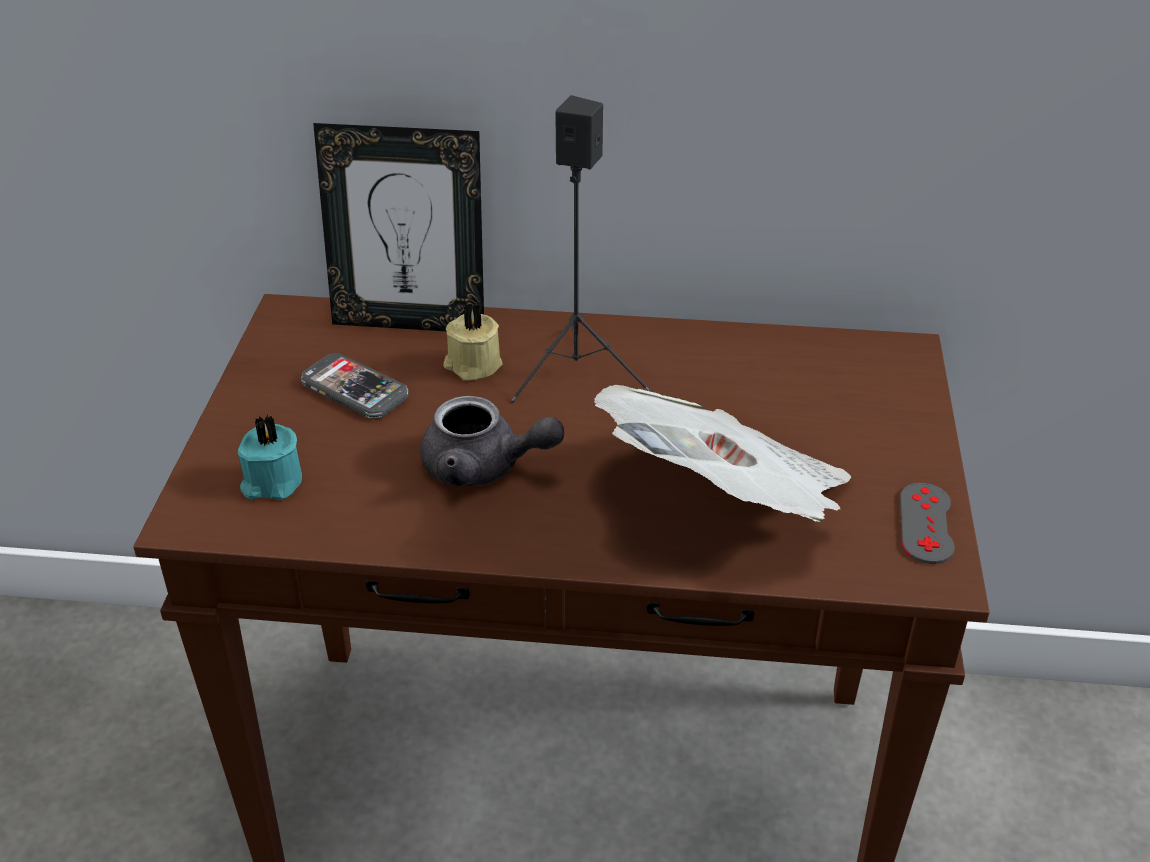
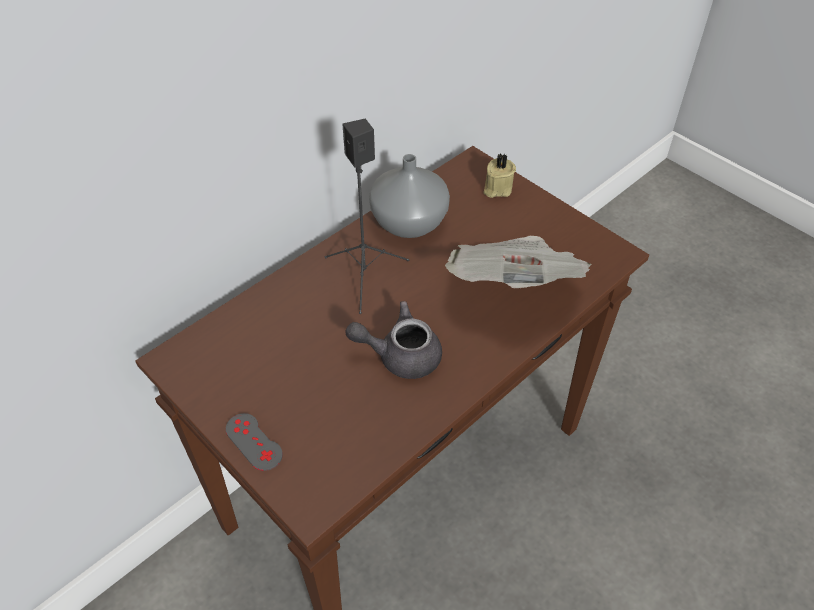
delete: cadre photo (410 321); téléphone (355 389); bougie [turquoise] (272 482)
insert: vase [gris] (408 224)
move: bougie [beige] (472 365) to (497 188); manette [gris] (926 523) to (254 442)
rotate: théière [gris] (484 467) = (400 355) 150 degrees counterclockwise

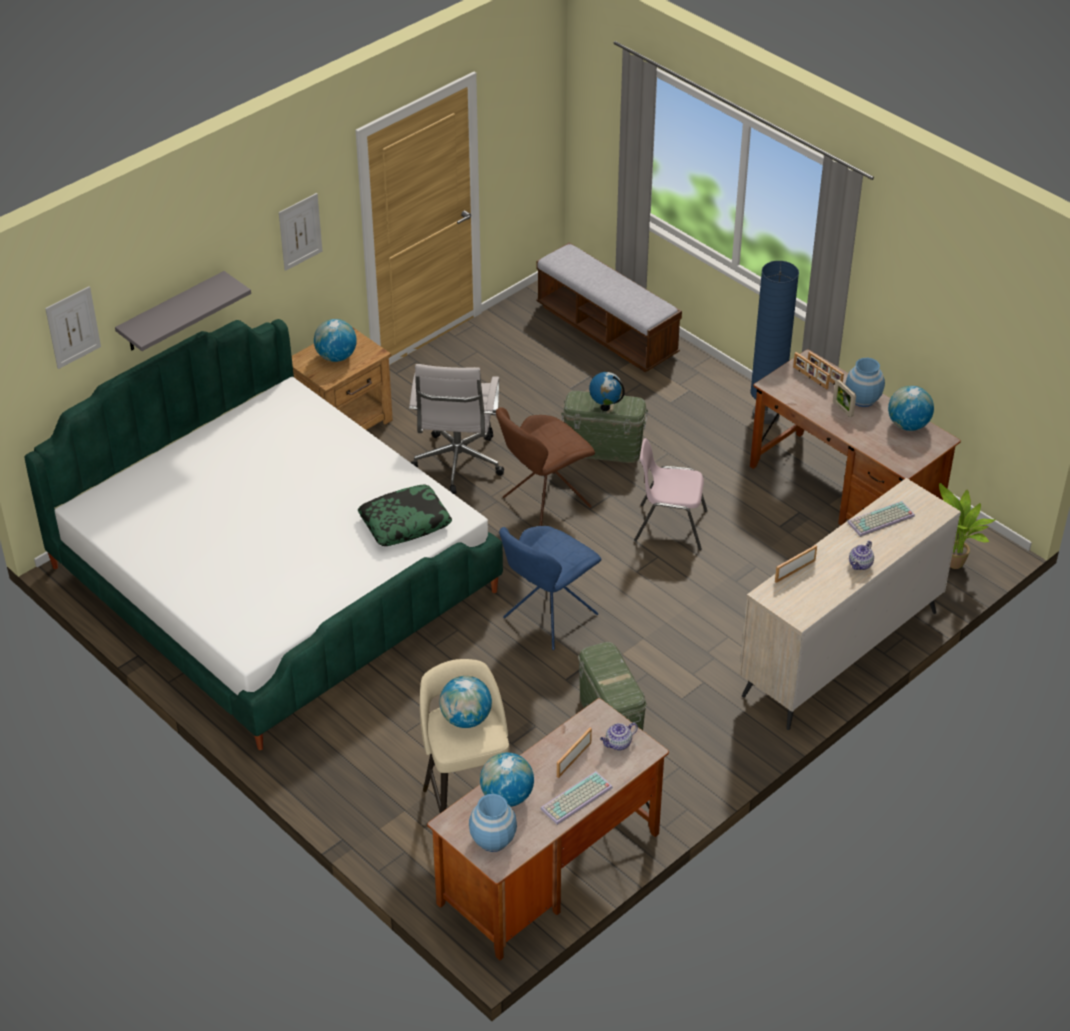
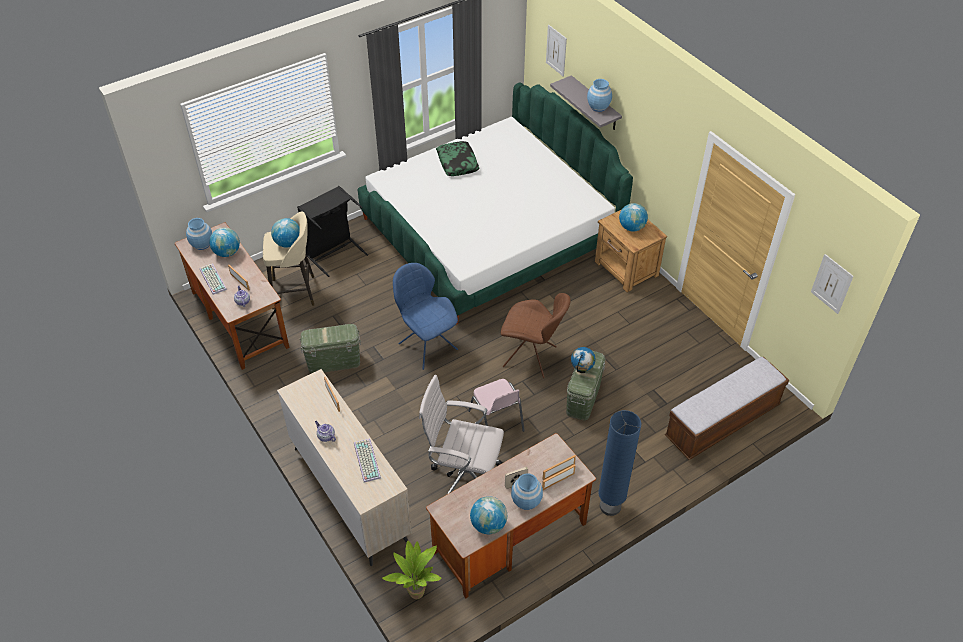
insert: vase [bleu] (598 107); panier à linge [noir] (333 252)
move: tableau (300 231) to (831 284); chaise de bureau [blanc] (457 466) to (463 475); coussin (405 522) to (457 163)
rotate: chaise [marron] (543 503) = (532 357) 135 degrees clockwise; chaise [rose] (669 526) = (496 421) 135 degrees clockwise

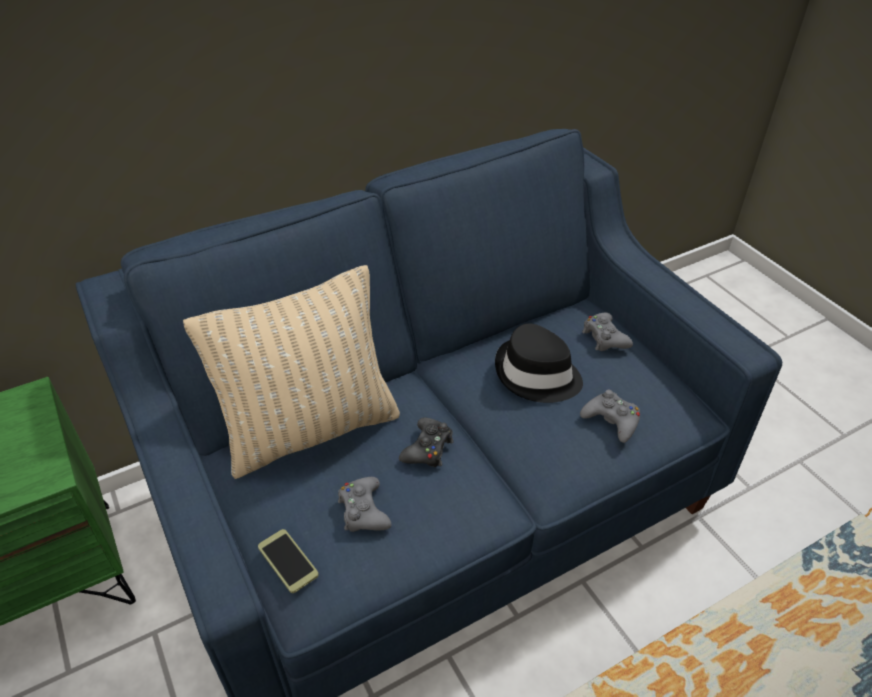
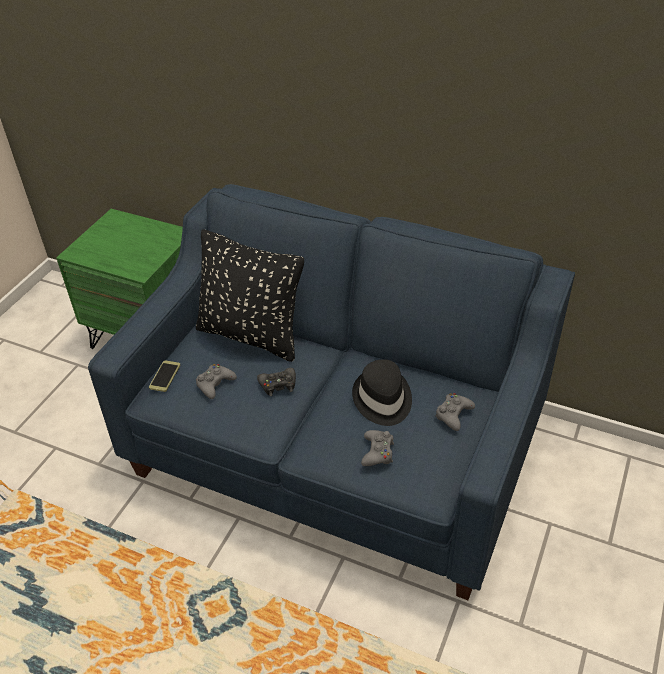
recolor: coussin [beige] (311 430) to coussin [noir] (251 335)

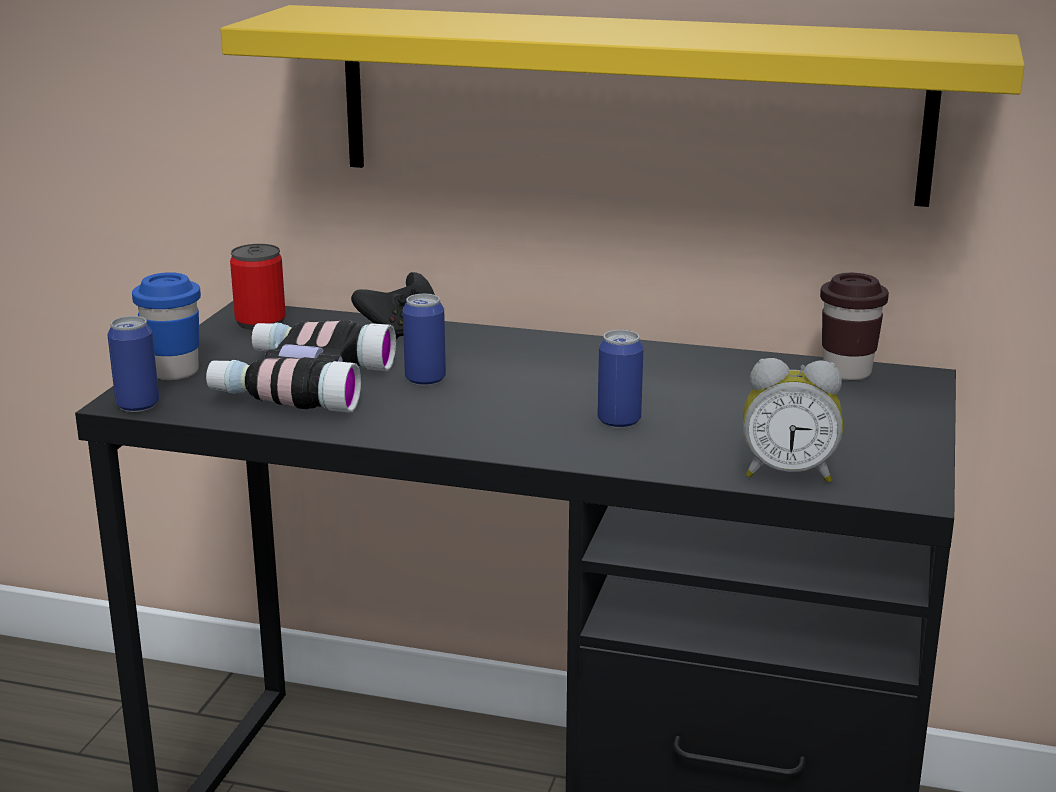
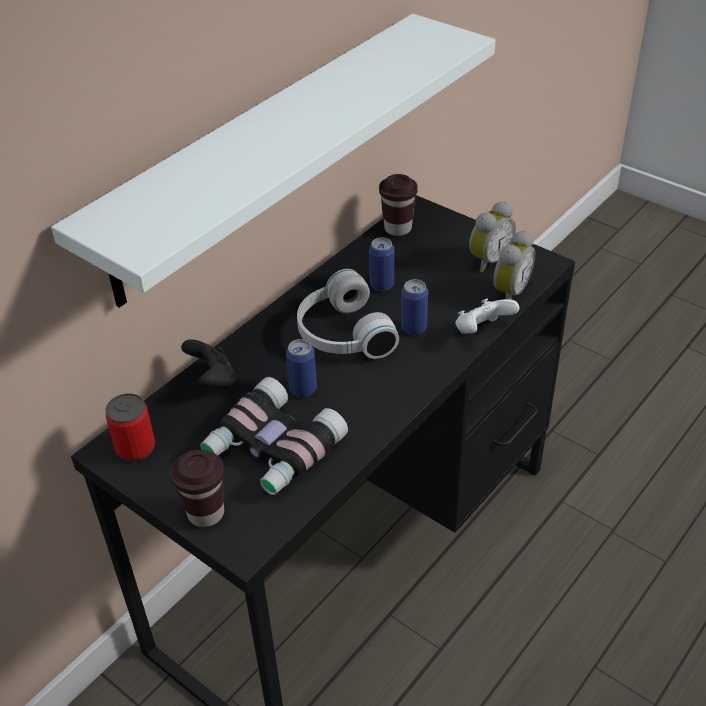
insert: réveil (487 260); casque audio [blanc] (341 334); manette [blanc] (482 331)
move: boîte métallique (138 405) to (382 285)
recolor: étagère [jaune] (628 103) to étagère [blanc] (263 155); tasse [bleu] (174 372) to tasse [marron] (206 513)

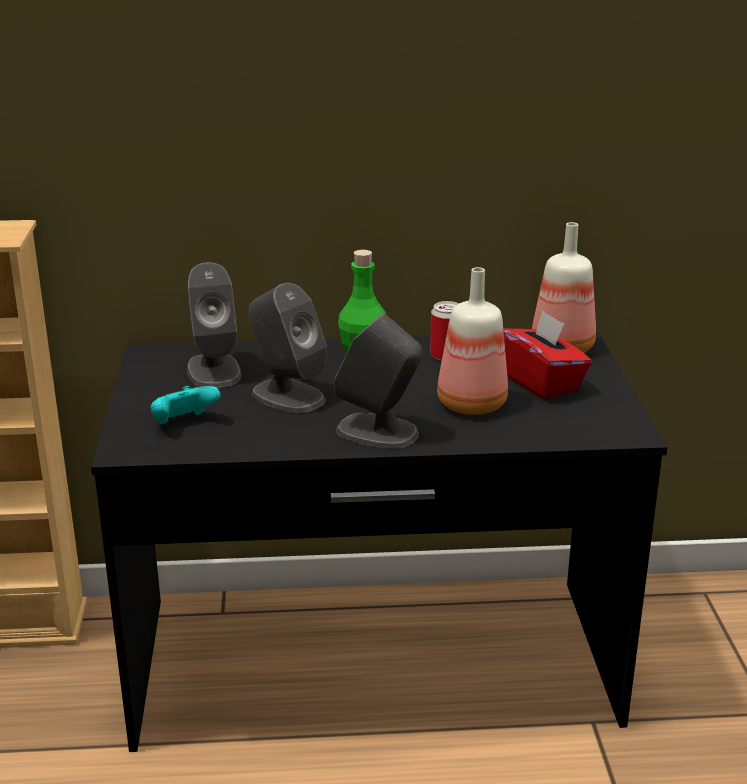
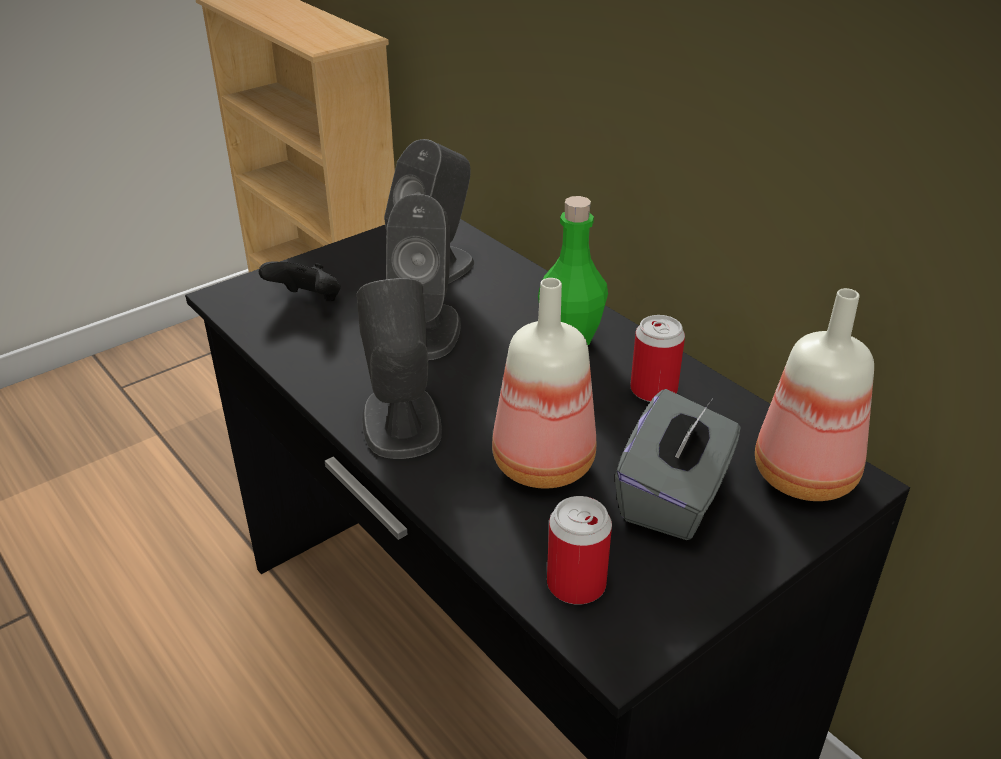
insert: boîte métallique (576 584)
recolor: boîte à mouchoirs [rouge] (540 382) to boîte à mouchoirs [gris] (674 497); manette [turquoise] (184 423) to manette [noir] (307 301)

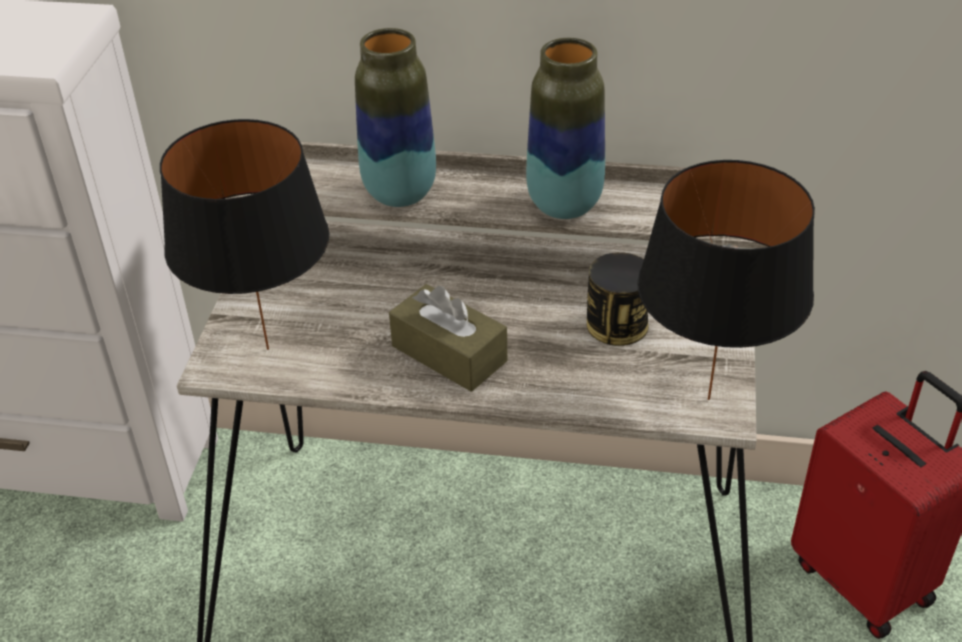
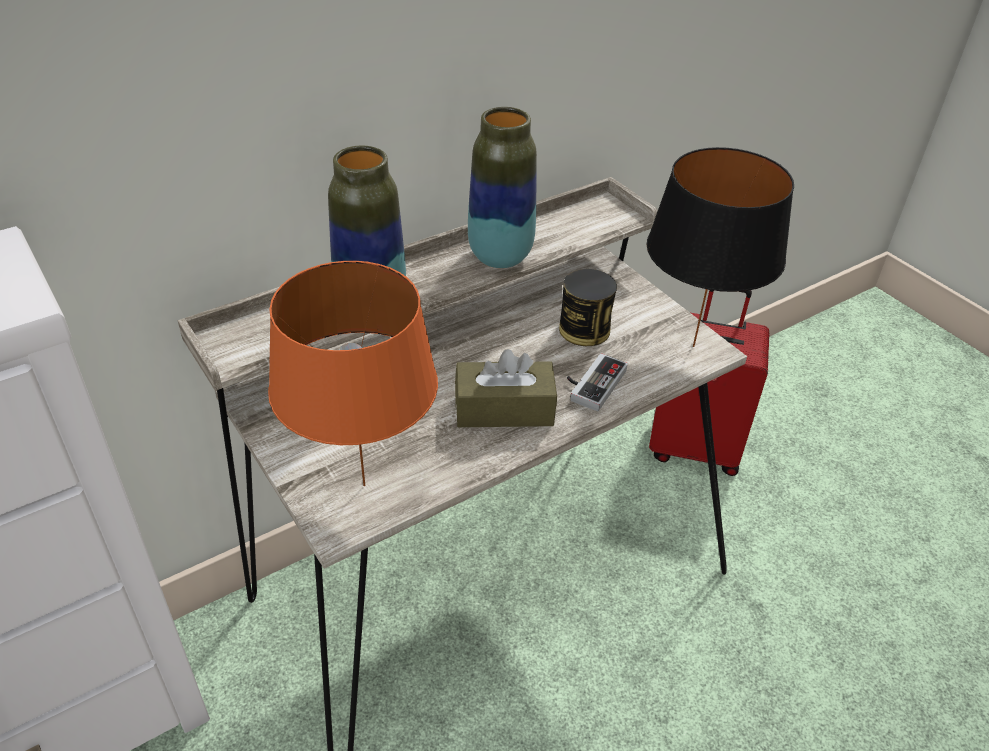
insert: manette (591 383)
recolor: lampe de table [noir] (269 349) to lampe de table [orange] (366 485)

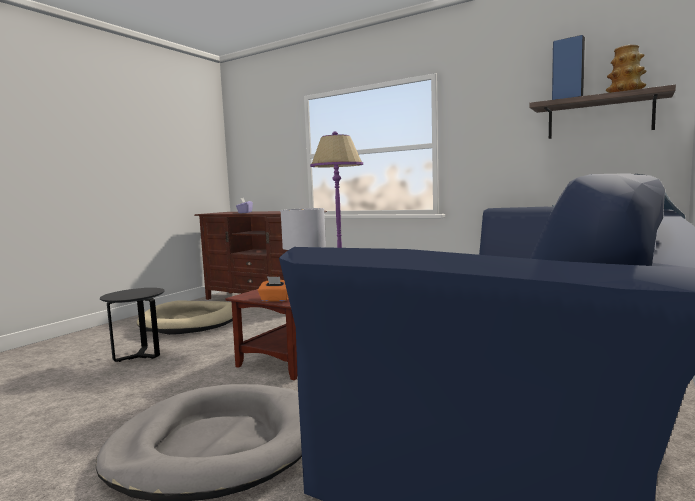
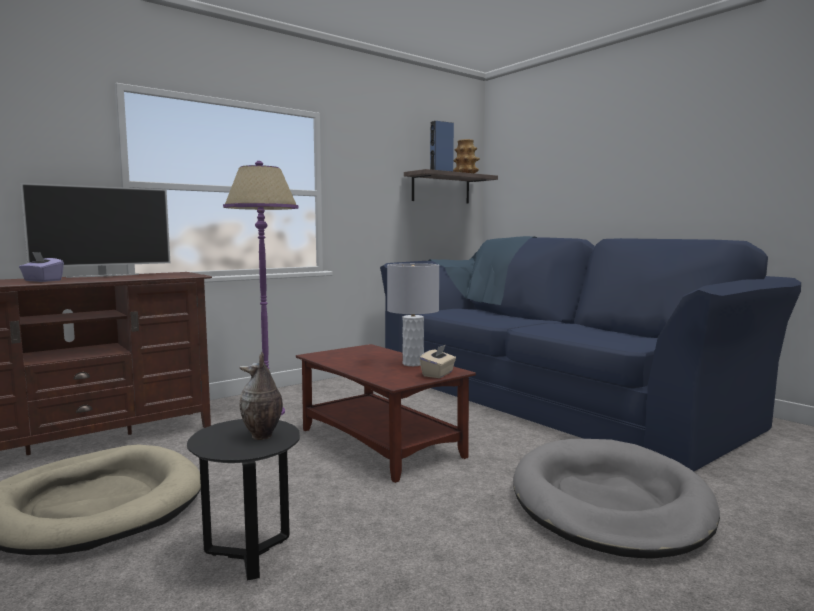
insert: téléviseur (103 276); vase (262 436)
recolor: boîte à mouchoirs [orange] (276 300) to boîte à mouchoirs [beige] (438 374)

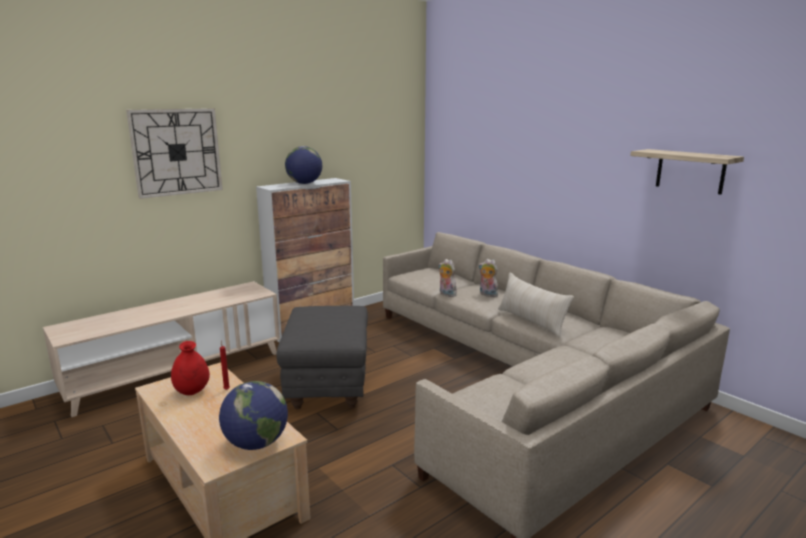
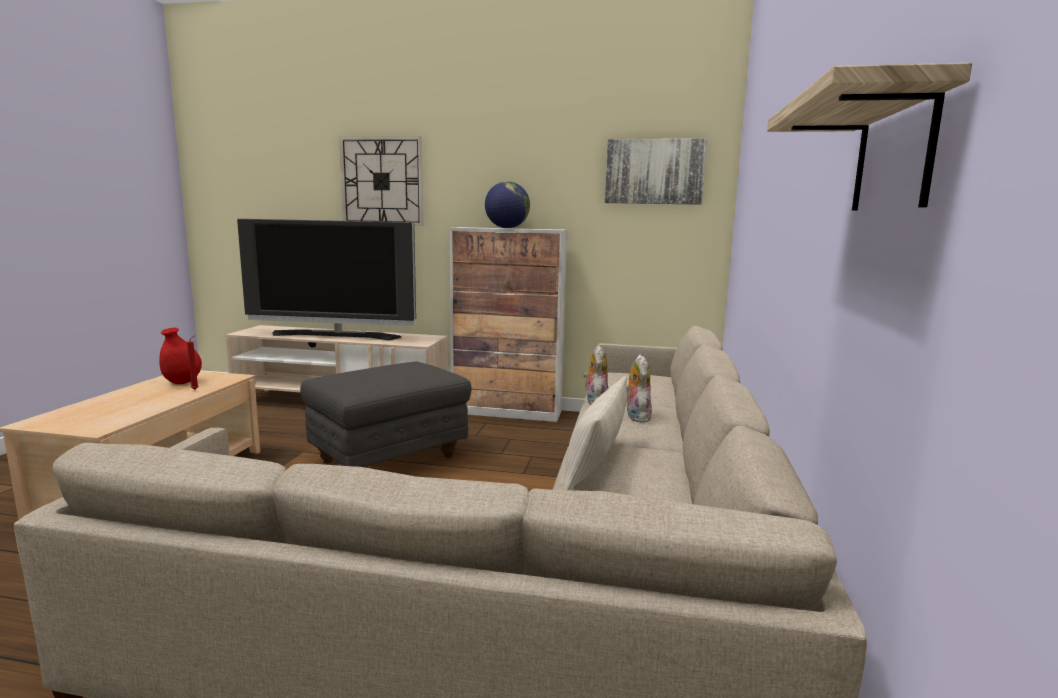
delete: globe (256 443)
insert: tableau (654 172); téléviseur (336 335)

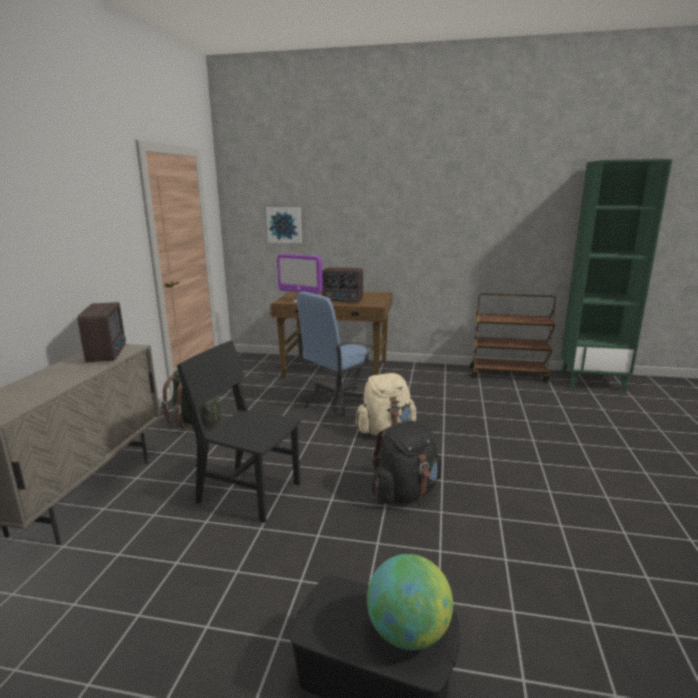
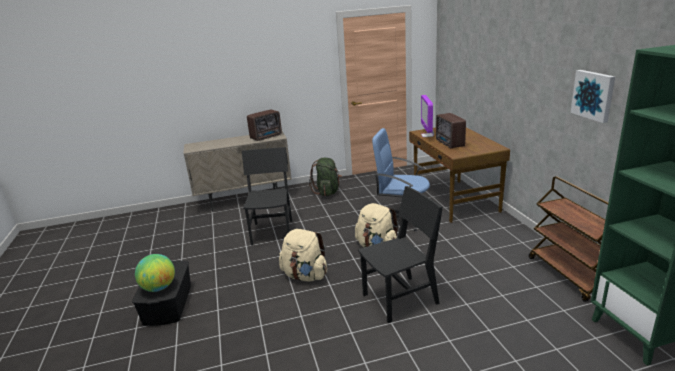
insert: chaise [noir] (400 299)
move: tableau (284 225) to (593 95)
recolor: sac à dos [noir] (405 493) to sac à dos [beige] (305 276)

